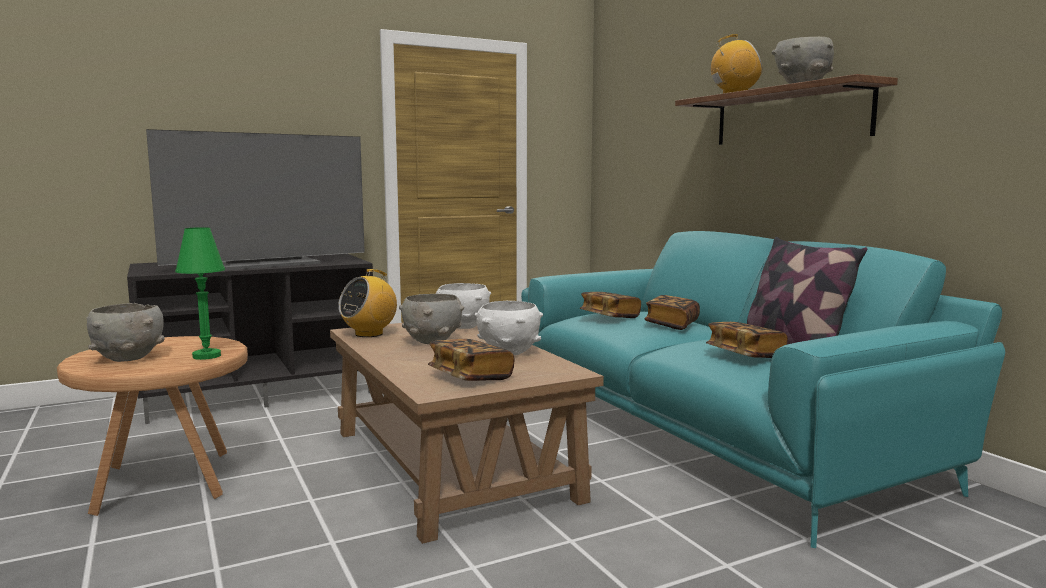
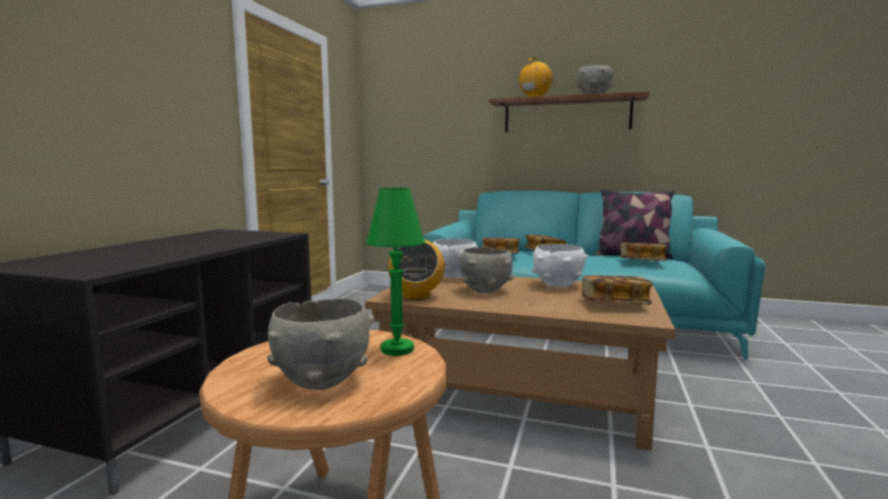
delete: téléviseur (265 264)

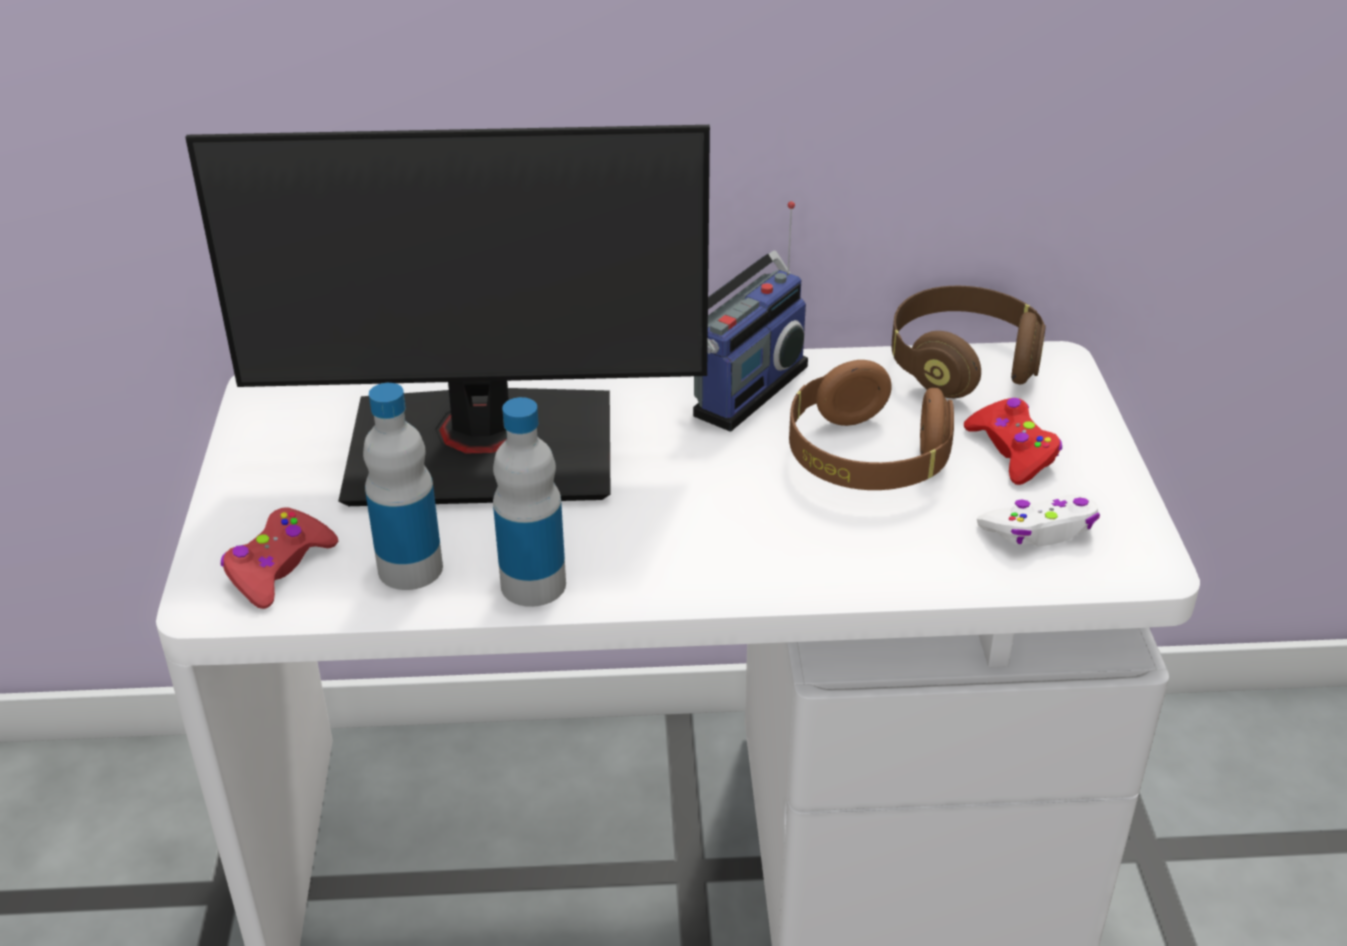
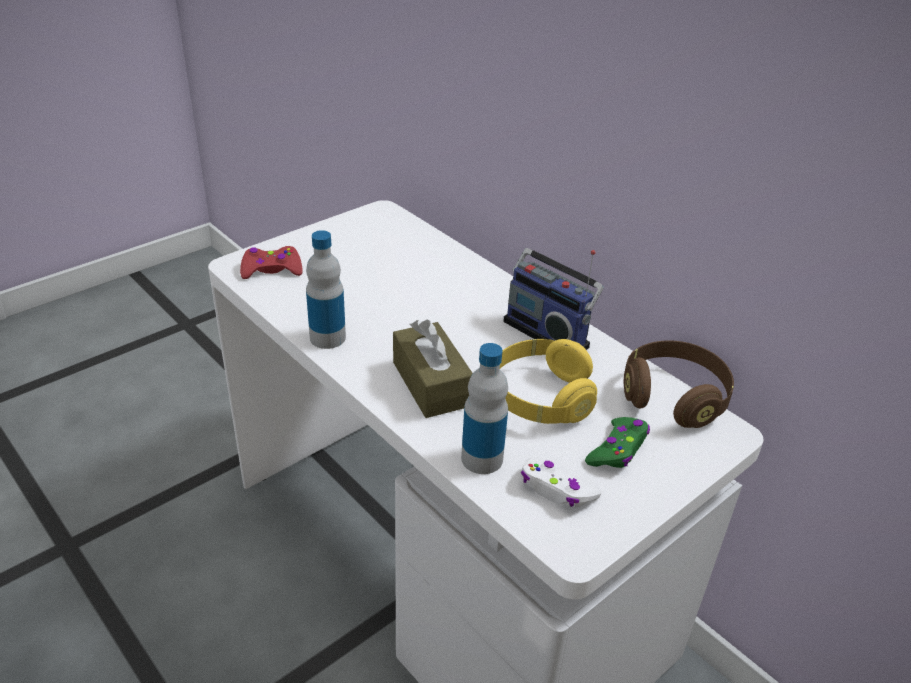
delete: écran d'ordinateur (482 448)
insert: boîte à mouchoirs [marron] (431 384)
move: bouteille (410 568) to (482 458)
recolor: casque audio [marron] (865 460) to casque audio [jaune] (540 398); manette [rouge] (1013 451) to manette [vert] (618 450)
rotate: radio (743 388) = (548 332) 45 degrees clockwise

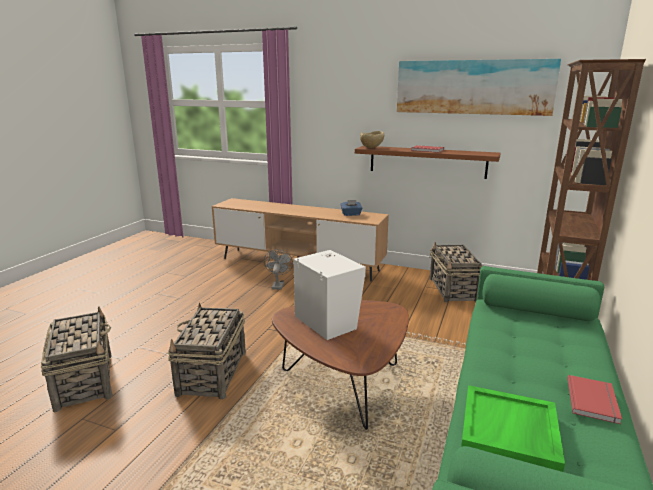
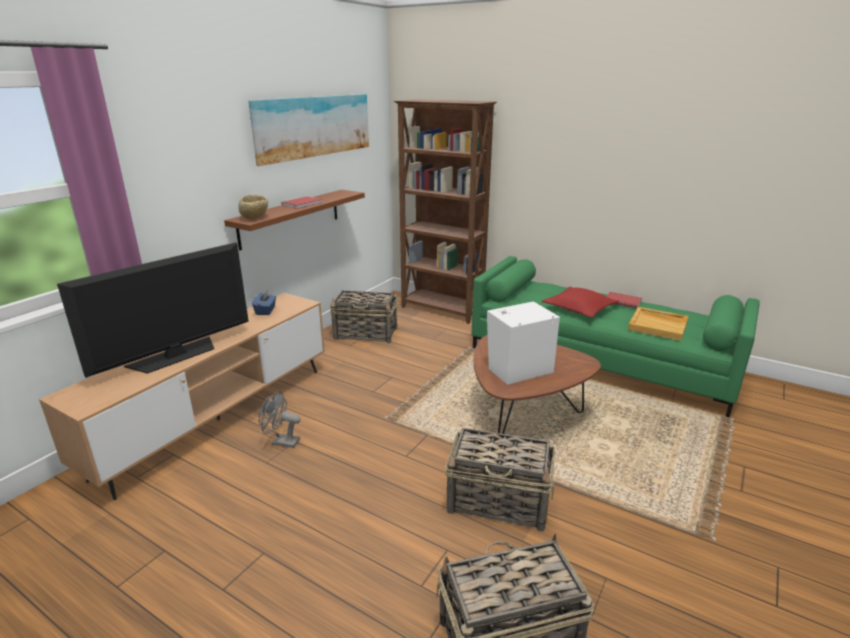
insert: téléviseur (175 356); coussin [rouge] (579 309)
recolor: plateau [vert] (510 430) to plateau [beige] (658 326)

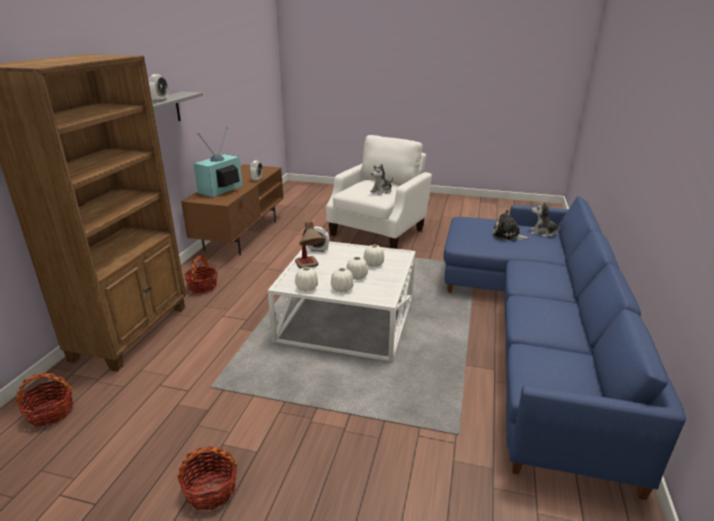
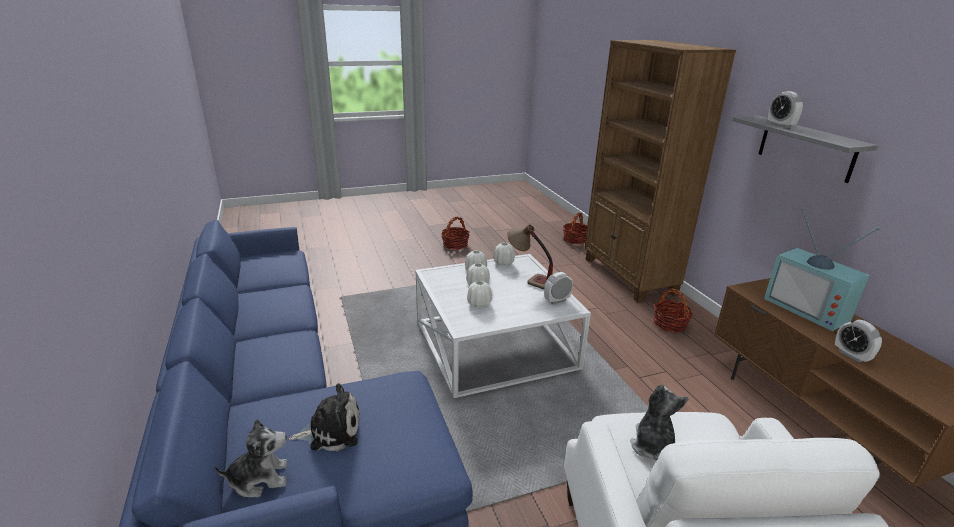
rotate: téléviseur (221 190) = (809 309) 150 degrees clockwise

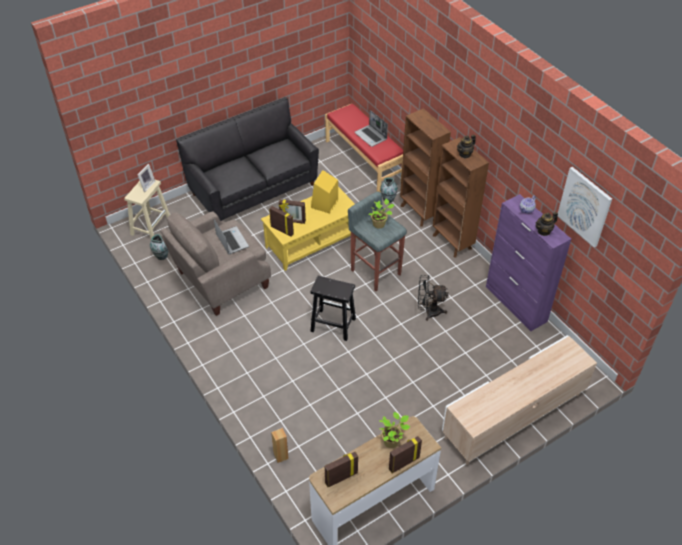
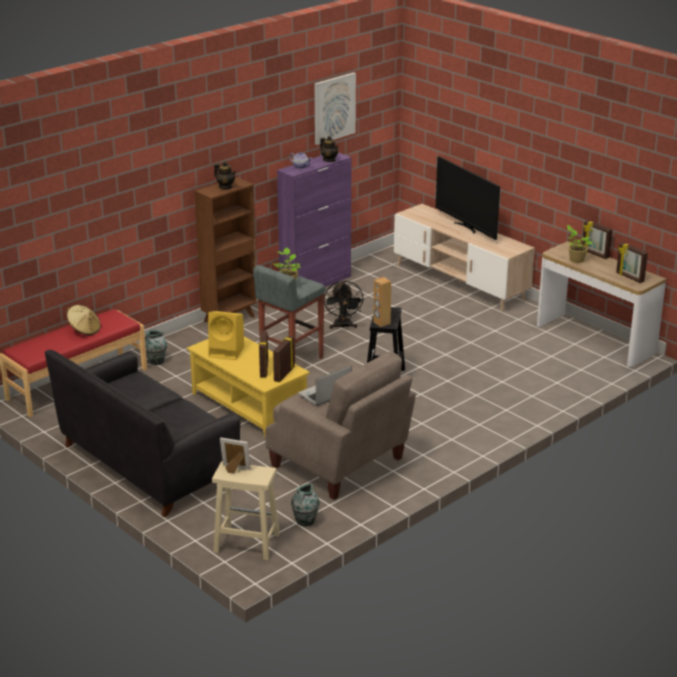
delete: bibliothèque [marron] (419 212)
insert: téléviseur (466 227)
move: enceinte [marron] (281 456) to (381 323)
replace: ordinateur portable (371 136) to chapeau [beige] (84 330)

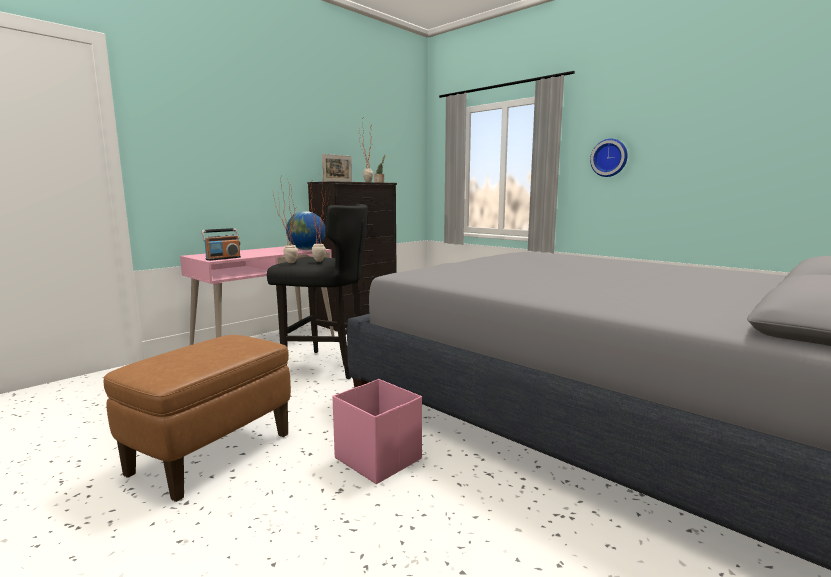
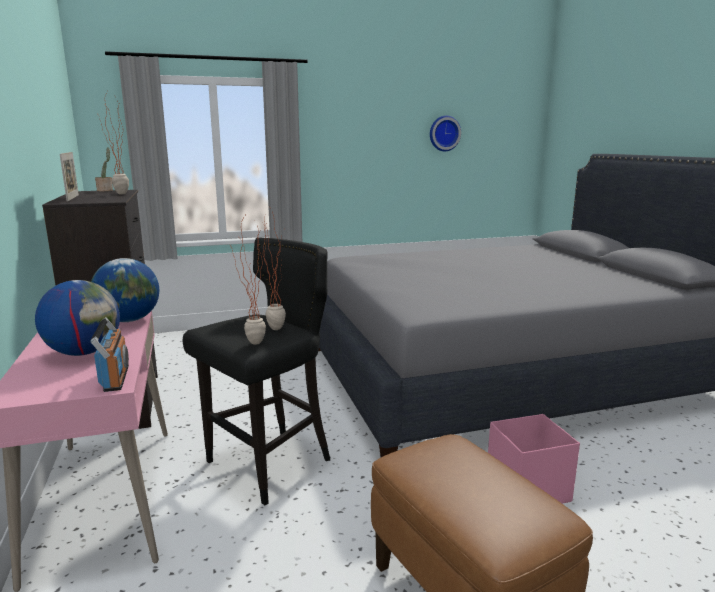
insert: globe (84 352)
move: horloge murale (609 158) to (444 133)

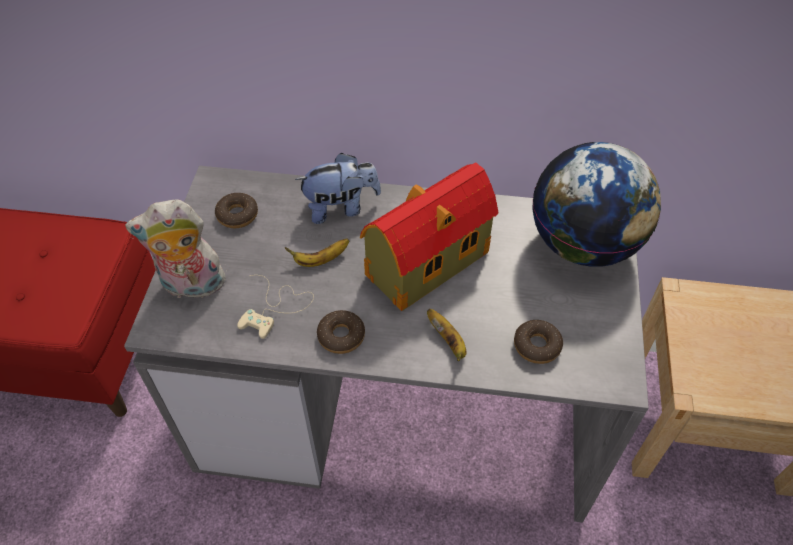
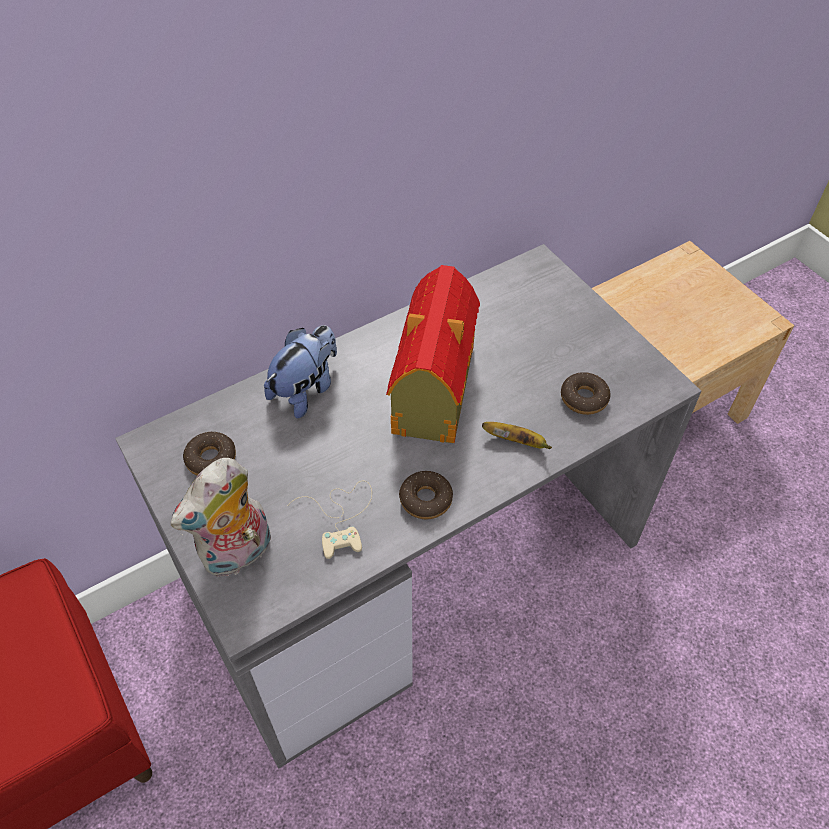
delete: globe (583 244); banane (320 260)

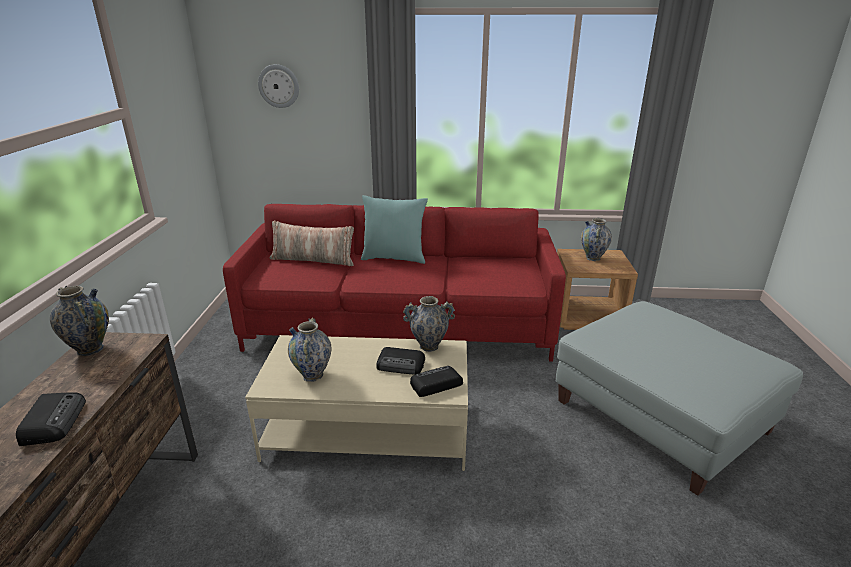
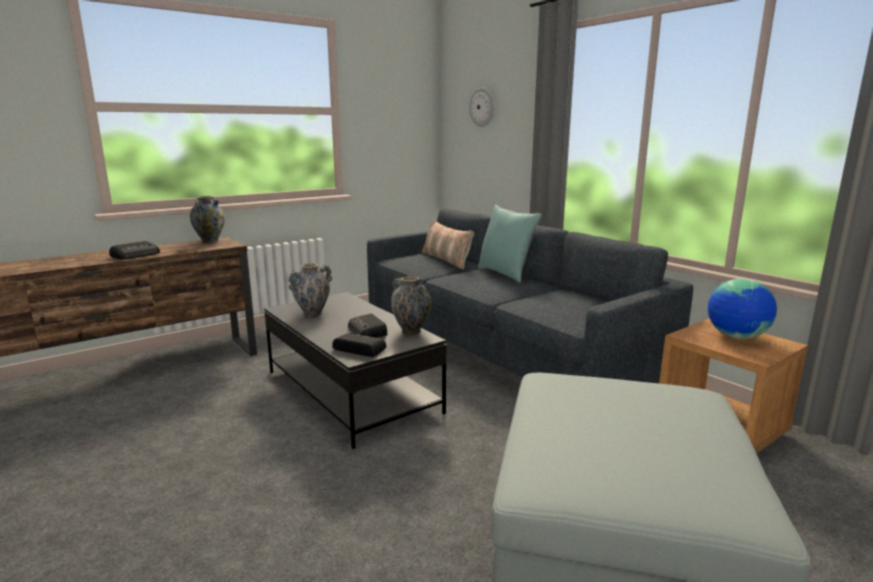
replace: vase (593 258) to globe (736 337)
recolor: canapé [rouge] (399 326) to canapé [gris] (499 350); table basse [beige] (369 429) to table basse [noir] (351 392)

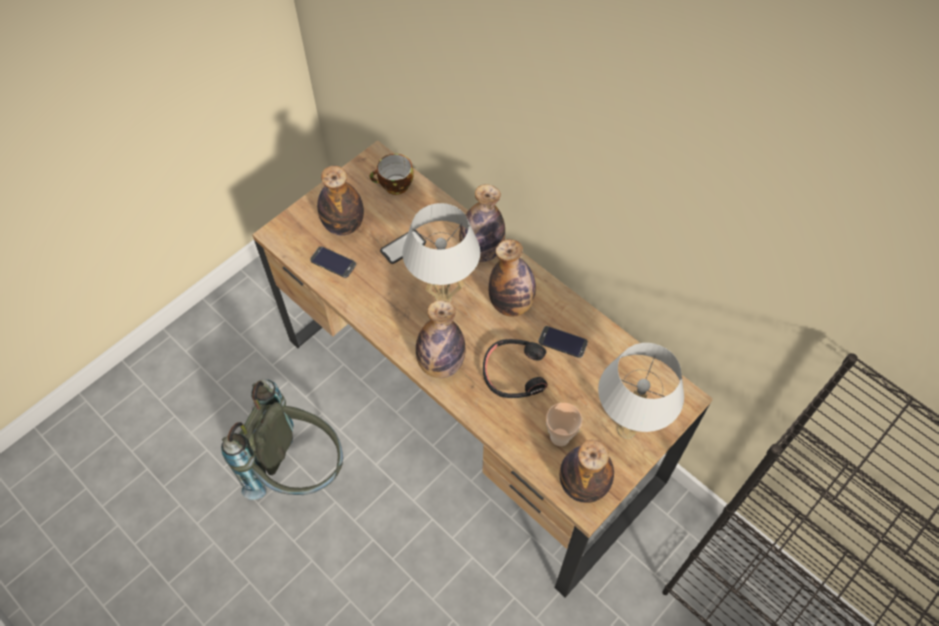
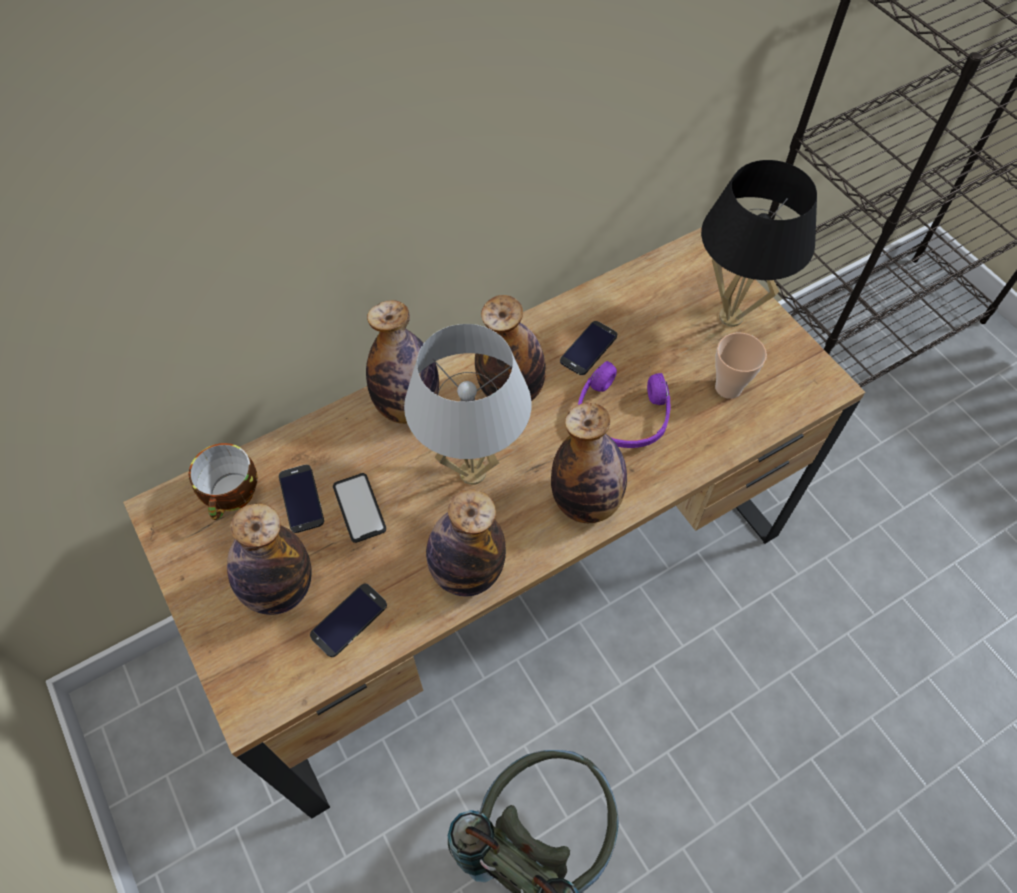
insert: téléphone (301 498)
move: bouteille (583 484) to (466 571)
recolor: casque audio [noir] (514 373) to casque audio [violet] (622 414); lampe de table [blanc] (626 430) to lampe de table [noir] (730 317)

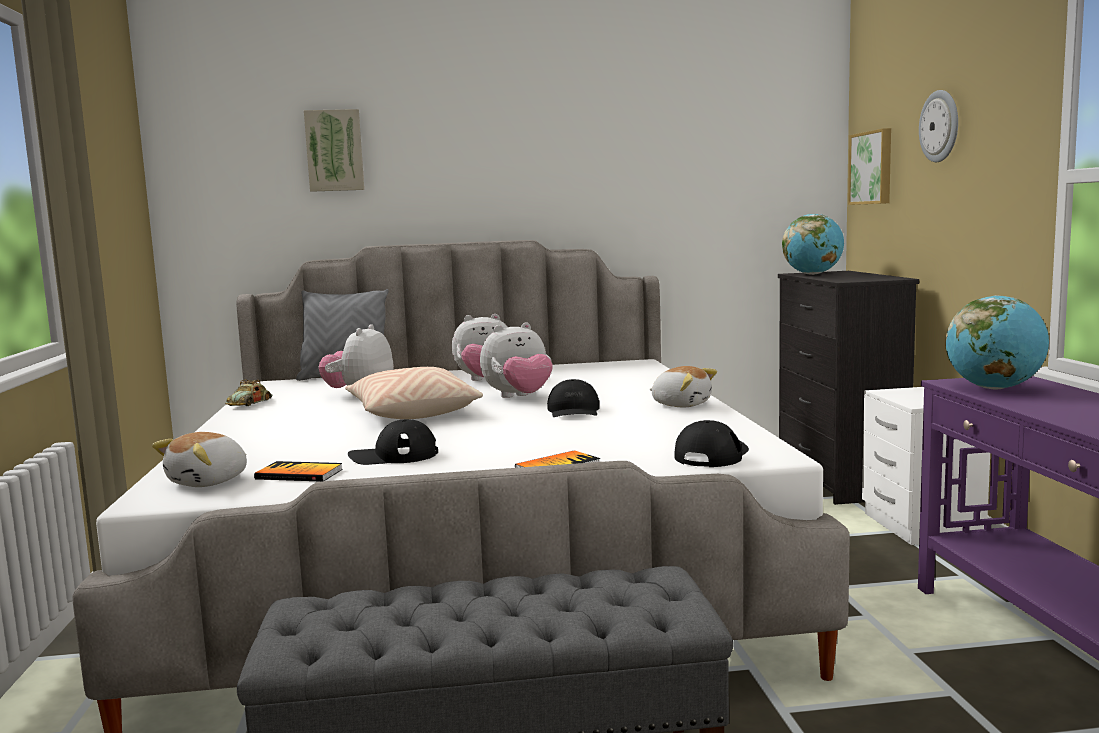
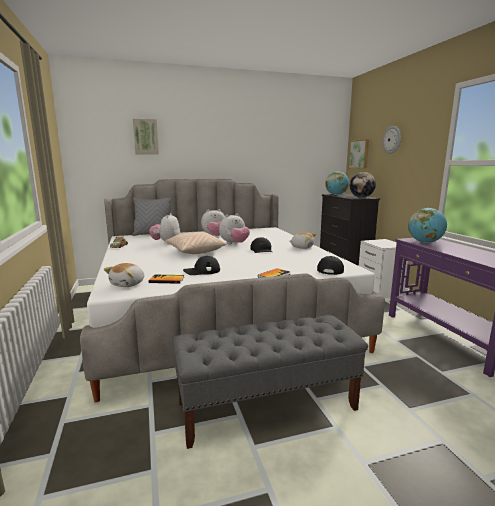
insert: globe (361 197)

